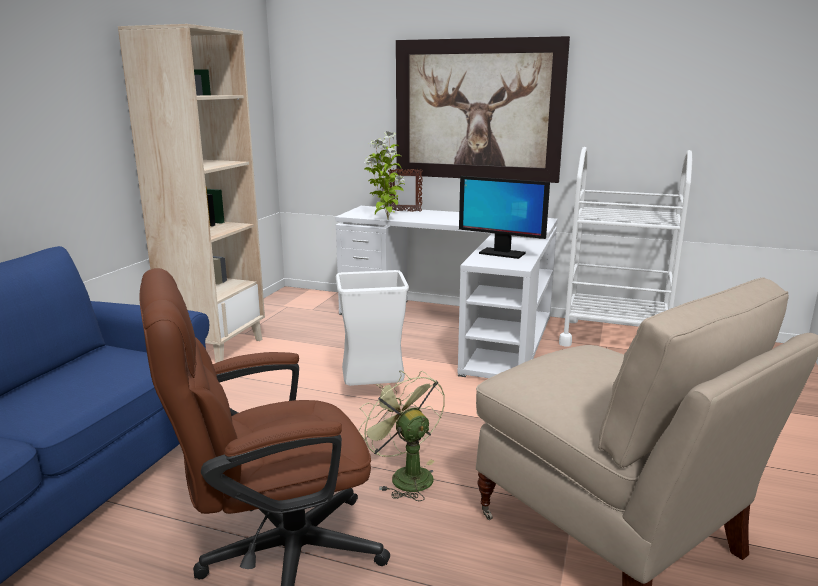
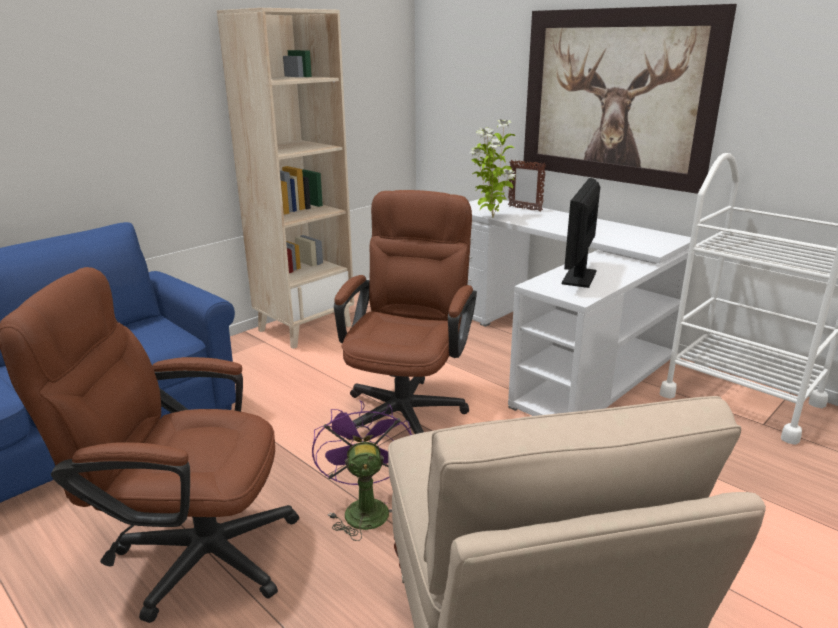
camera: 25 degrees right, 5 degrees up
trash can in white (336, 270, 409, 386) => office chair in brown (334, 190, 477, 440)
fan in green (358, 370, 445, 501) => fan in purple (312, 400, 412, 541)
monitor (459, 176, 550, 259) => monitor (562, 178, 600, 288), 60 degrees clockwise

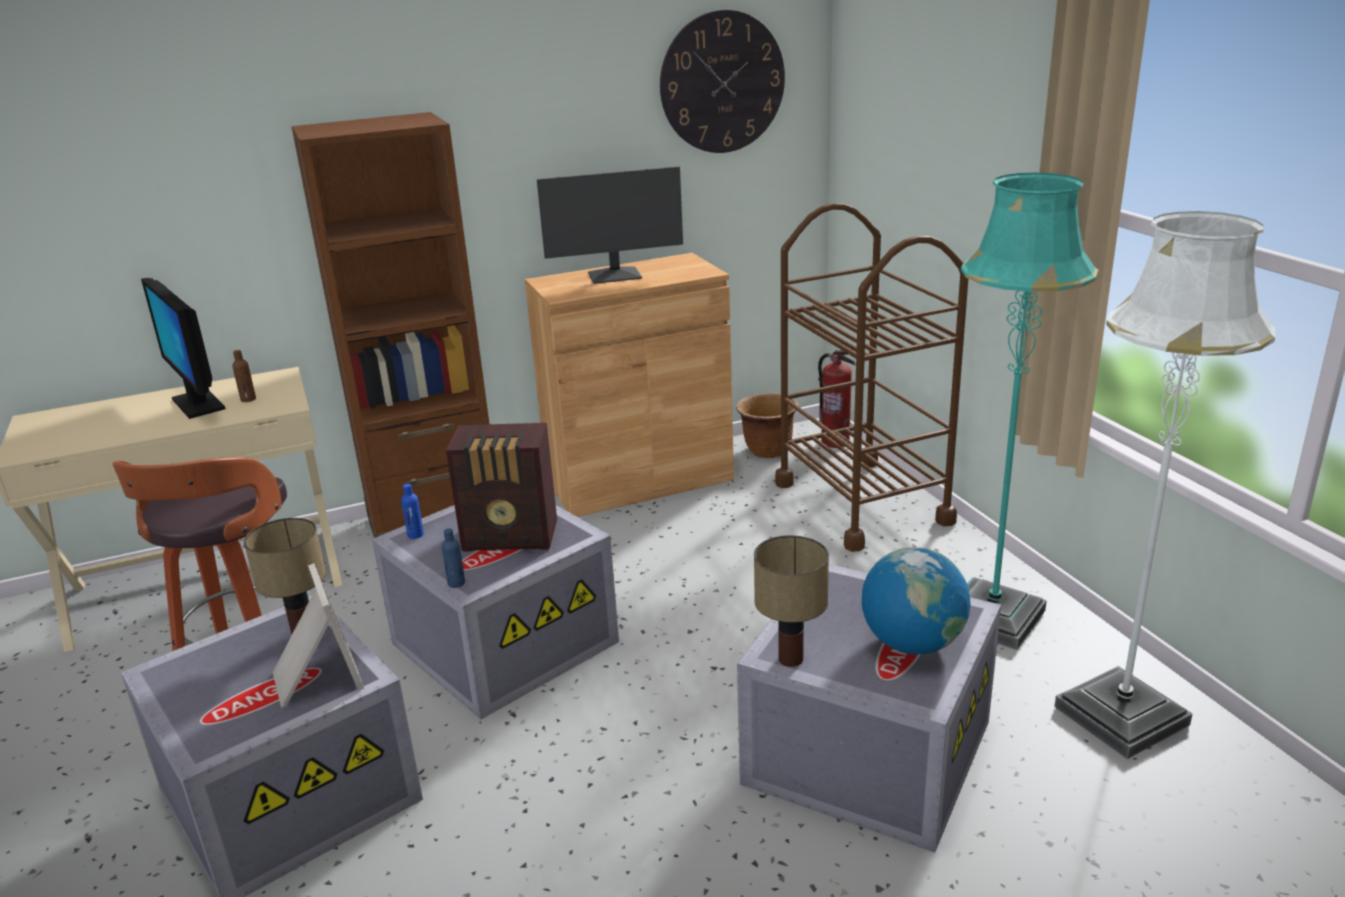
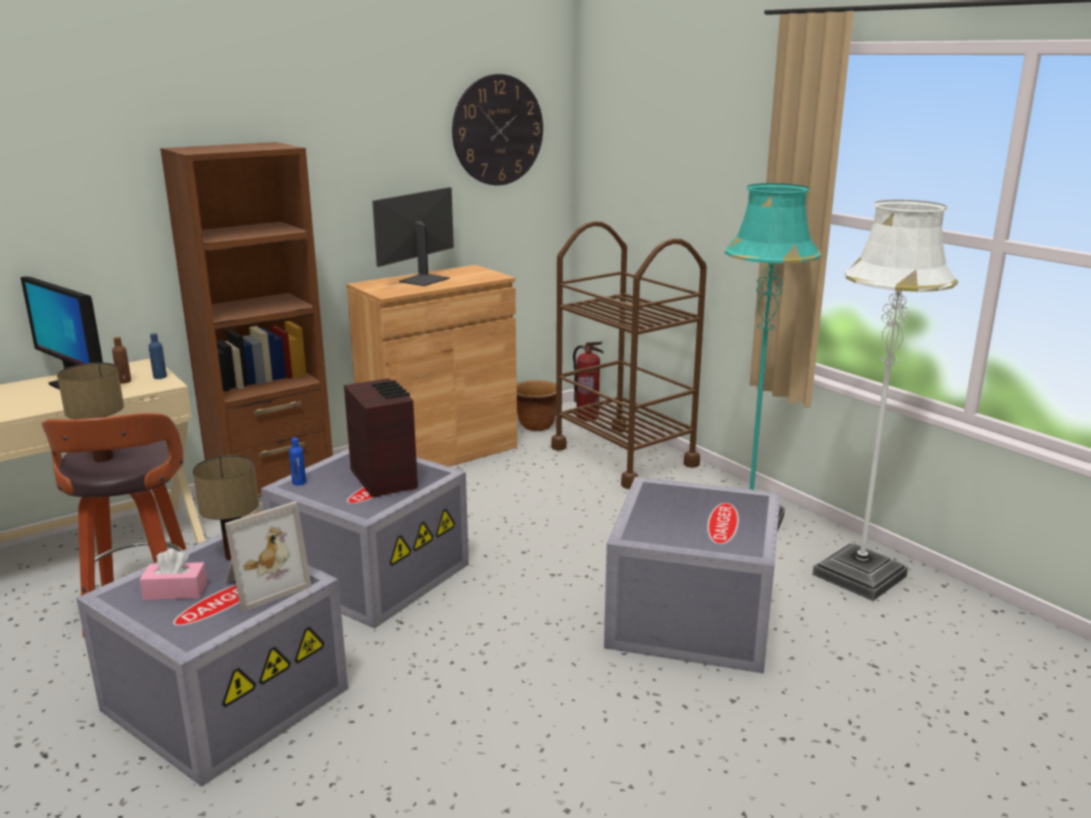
camera: 15 degrees left, 5 degrees down
picture frame (273, 563, 364, 708) => picture frame (225, 501, 312, 612), 90 degrees clockwise
bottle in blue (442, 529, 465, 588) => bottle in blue (149, 333, 167, 379), moved
radio (446, 423, 557, 552) => radio (344, 378, 418, 498), 105 degrees counterclockwise
monitor (537, 166, 683, 284) => monitor (372, 187, 454, 286), 150 degrees clockwise
table lamp (754, 535, 829, 667) => table lamp (57, 363, 124, 462), moved
globe (862, 547, 971, 655) => nothing
nothing => tissue box in pink (139, 549, 207, 600)

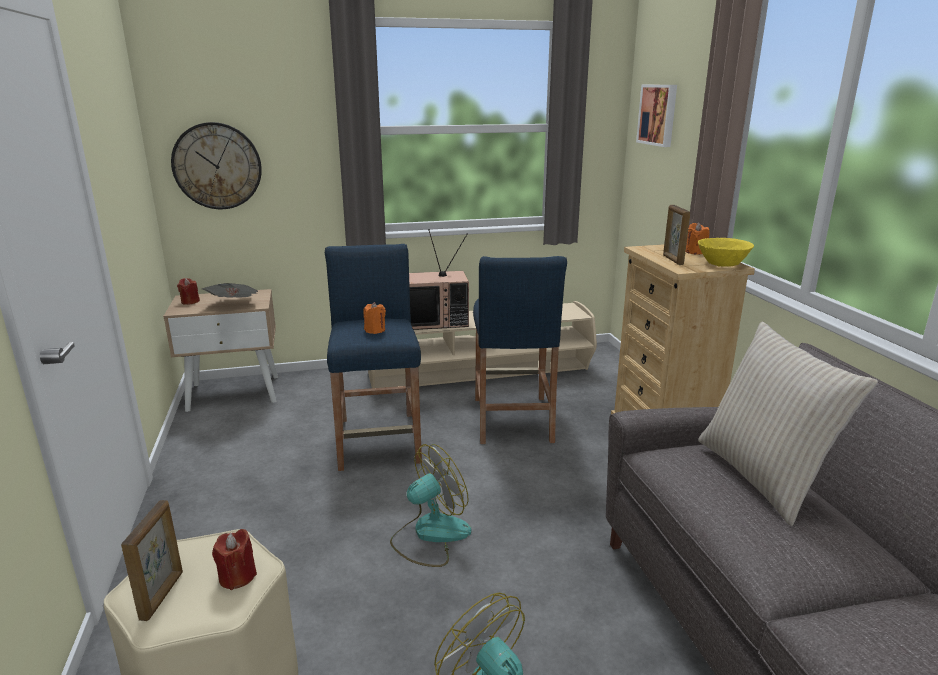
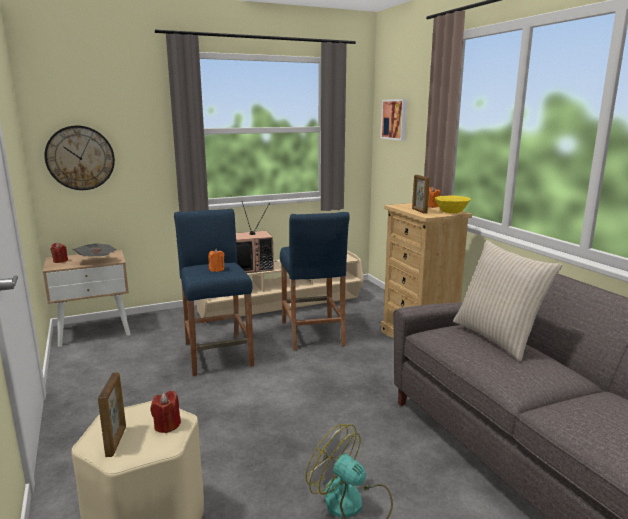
camera: 10 degrees left, 5 degrees down
fan (390, 444, 472, 567) => nothing

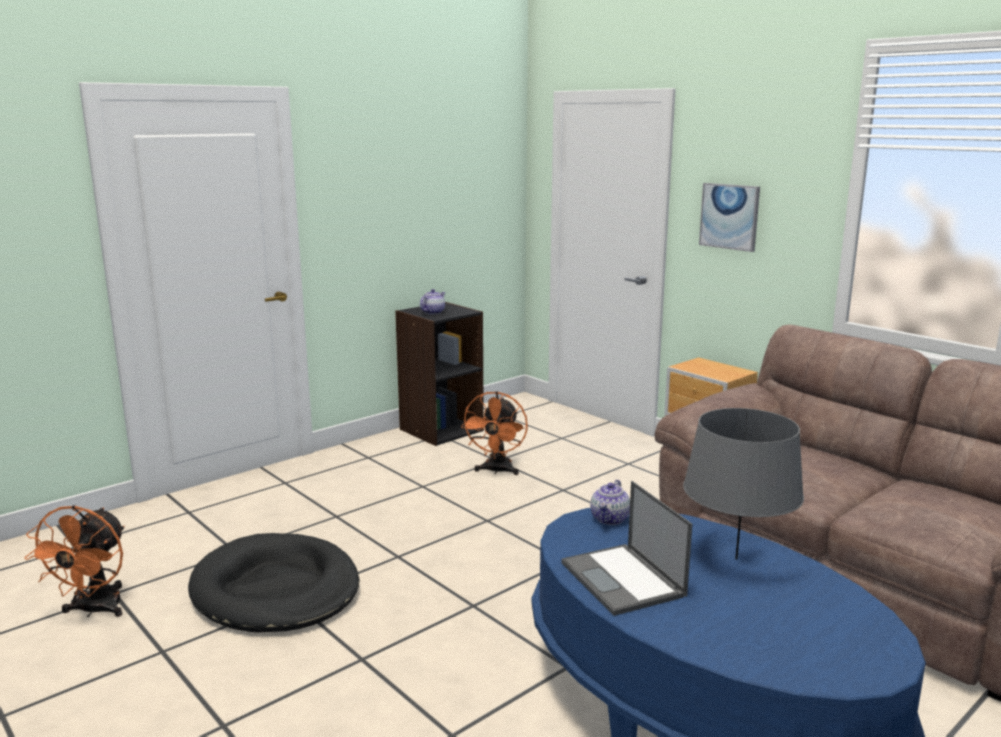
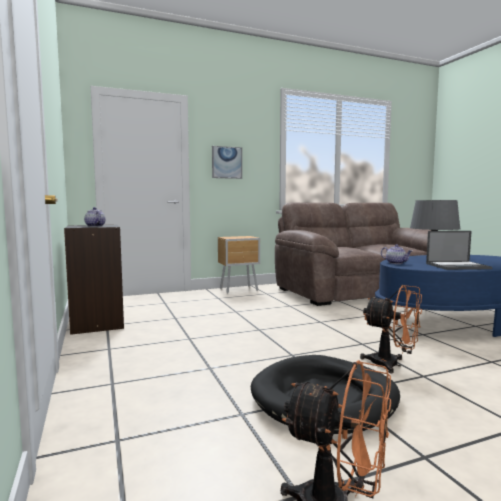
camera: 70 degrees left, 10 degrees down
fan in orange (461, 391, 528, 475) => fan in orange (360, 285, 422, 373), moved

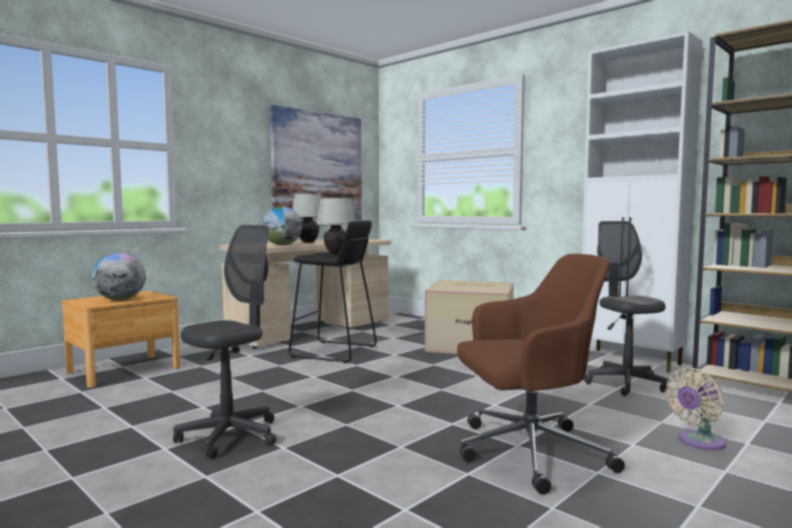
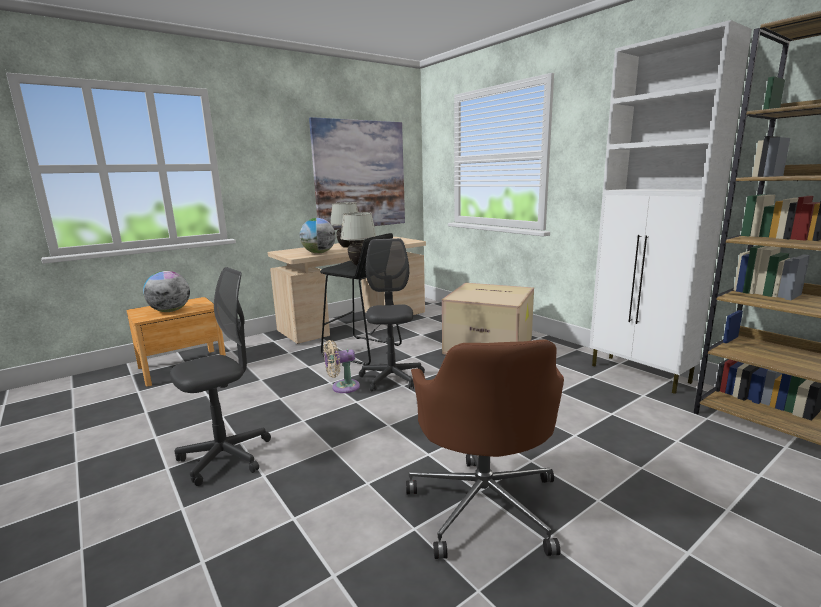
camera: 10 degrees right, 10 degrees up
office chair in brown (457, 254, 625, 495) => office chair in brown (406, 339, 564, 559), 90 degrees clockwise
office chair in grey (584, 221, 669, 396) => office chair in grey (359, 238, 425, 392), moved
fan in beige (666, 368, 726, 450) => fan in beige (324, 340, 360, 393), moved

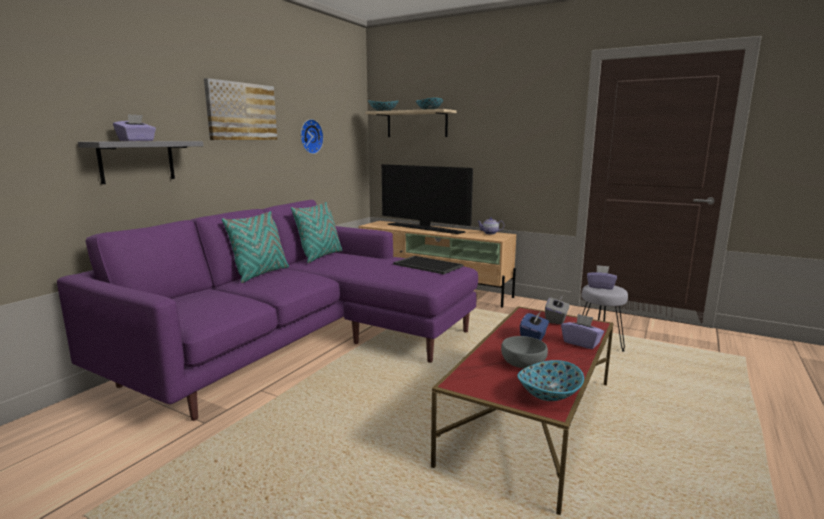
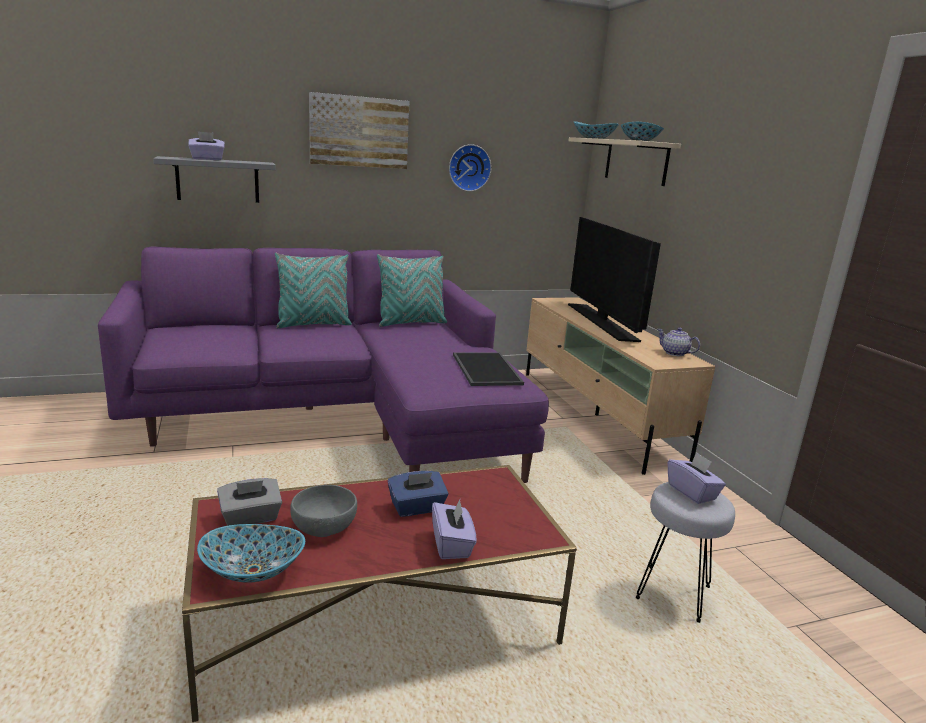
camera: 40 degrees right, 5 degrees up
tissue box in grey (545, 295, 570, 325) => tissue box in grey (217, 478, 282, 526), moved

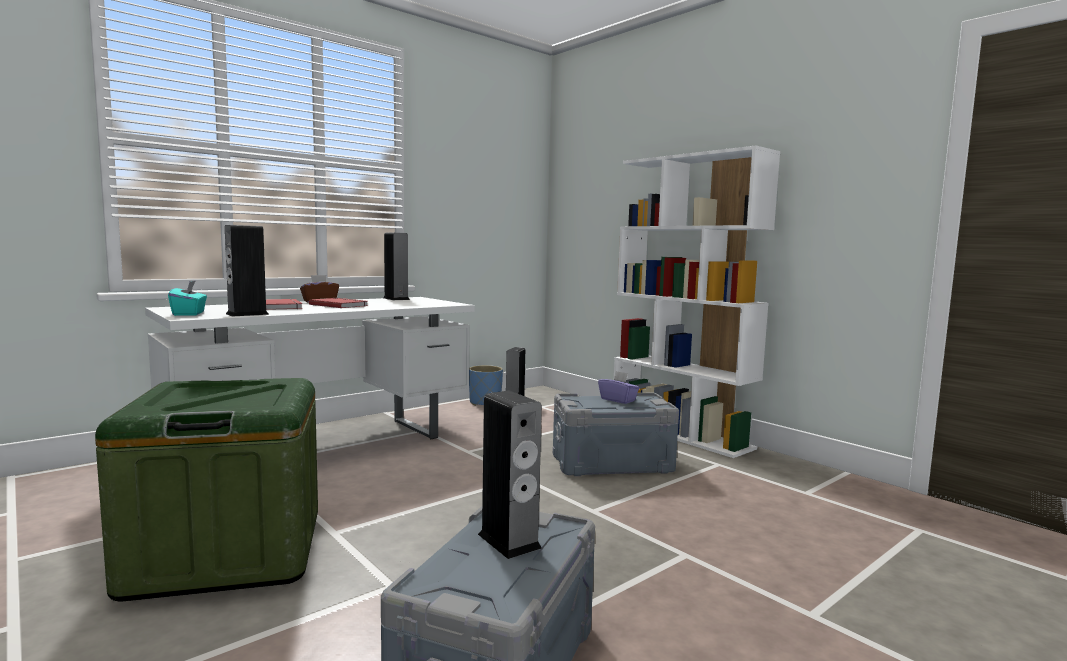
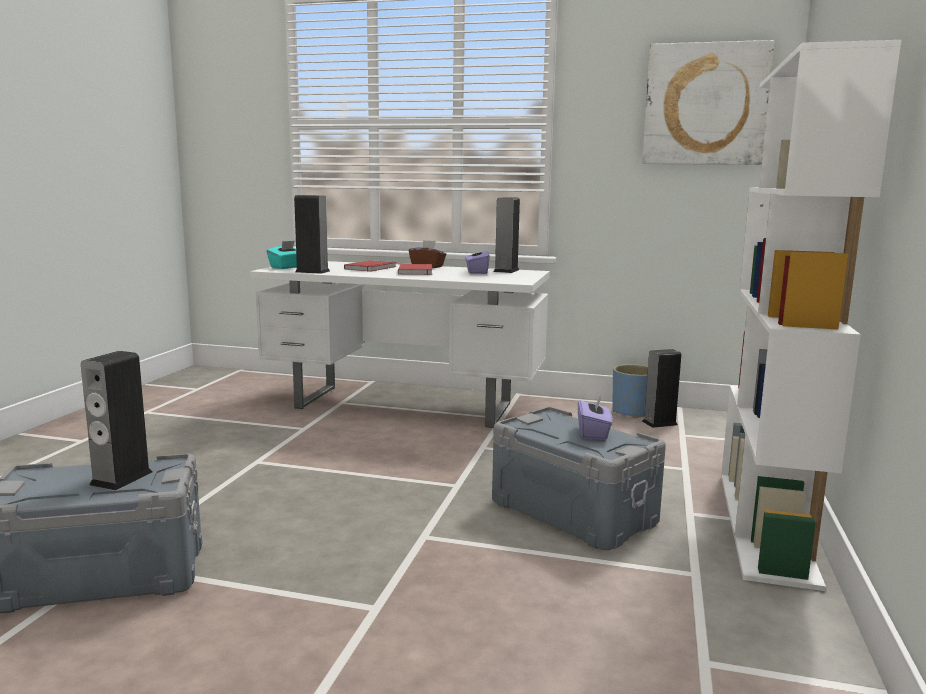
camera: 55 degrees right, 5 degrees up
storage box in green (95, 378, 318, 602) => nothing
nothing => tissue box in purple (465, 246, 490, 274)
nothing => picture (642, 40, 774, 165)

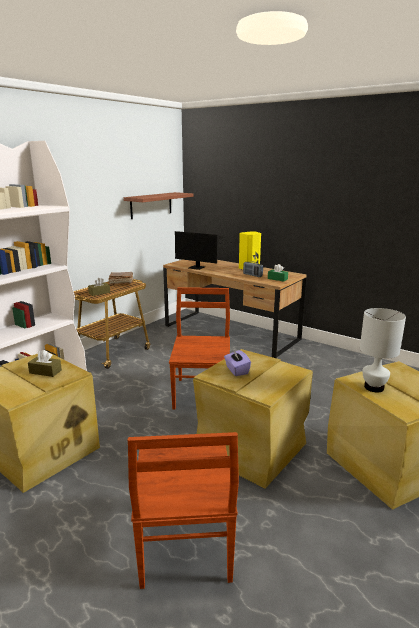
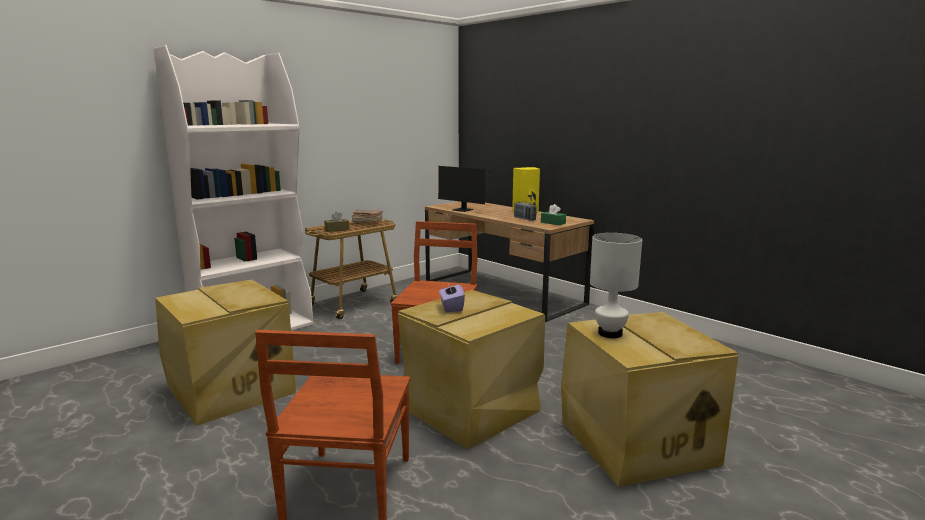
camera: 10 degrees right, 5 degrees down
tissue box in brown (28, 350, 62, 377) => nothing
shelf (124, 192, 193, 219) => nothing

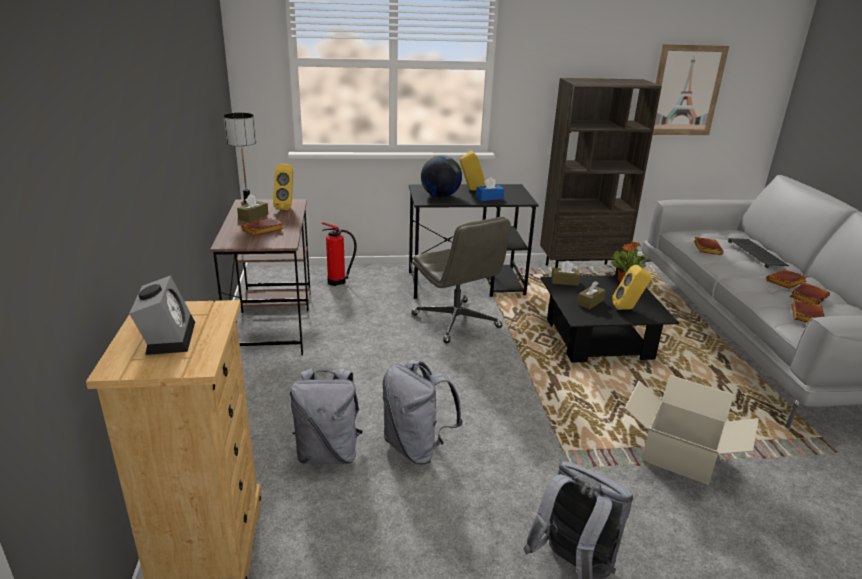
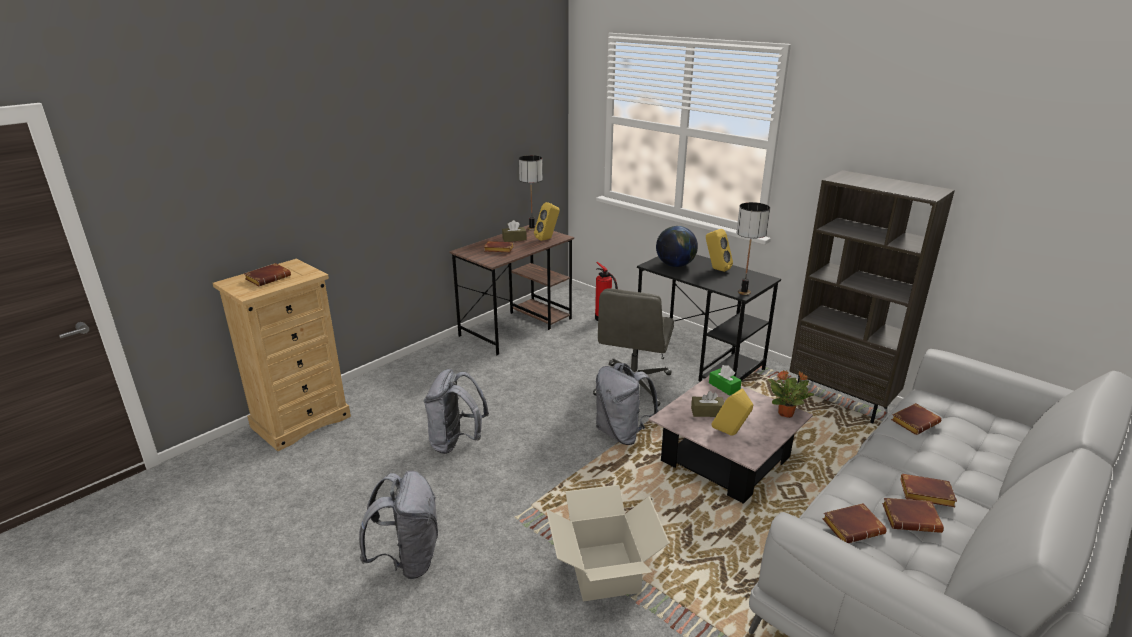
camera: 50 degrees right, 0 degrees up
alarm clock (129, 275, 195, 355) => book in brown (244, 263, 291, 286)
backpack in grey (290, 368, 363, 464) => backpack in grey (596, 363, 659, 445), moved
tissue box in blue (476, 177, 504, 201) => nothing
coffee table in black (540, 275, 679, 363) => coffee table in pink (648, 375, 813, 504)
tissue box in brown (551, 261, 580, 286) => tissue box in green (709, 365, 742, 396)
picture (653, 44, 729, 135) => nothing
keyboard (728, 238, 789, 268) => nothing
nothing => table lamp (736, 202, 770, 295)

